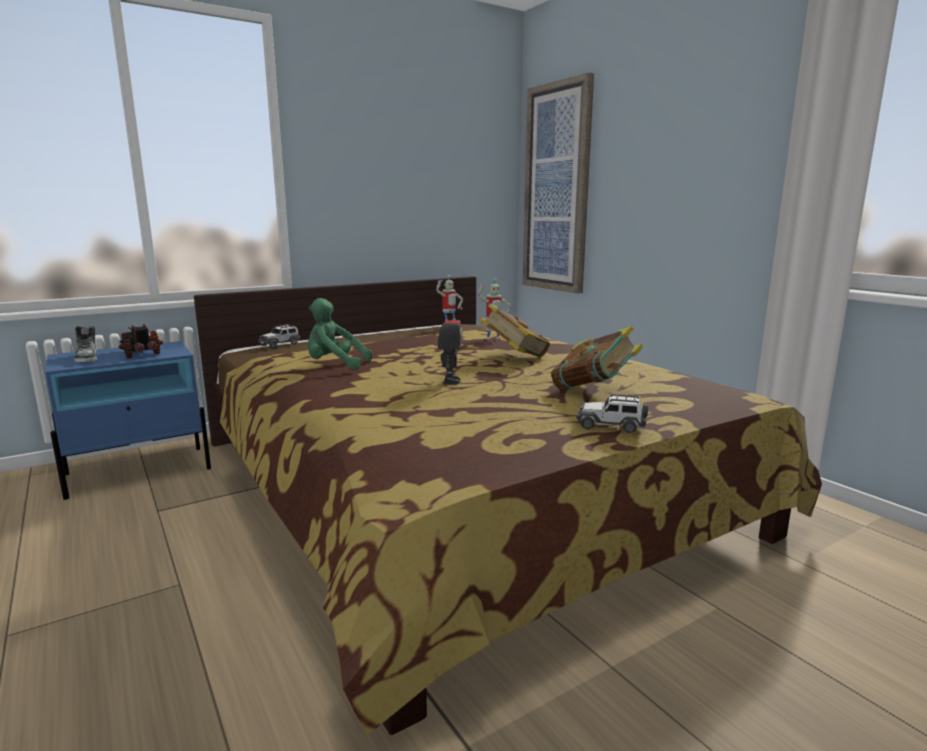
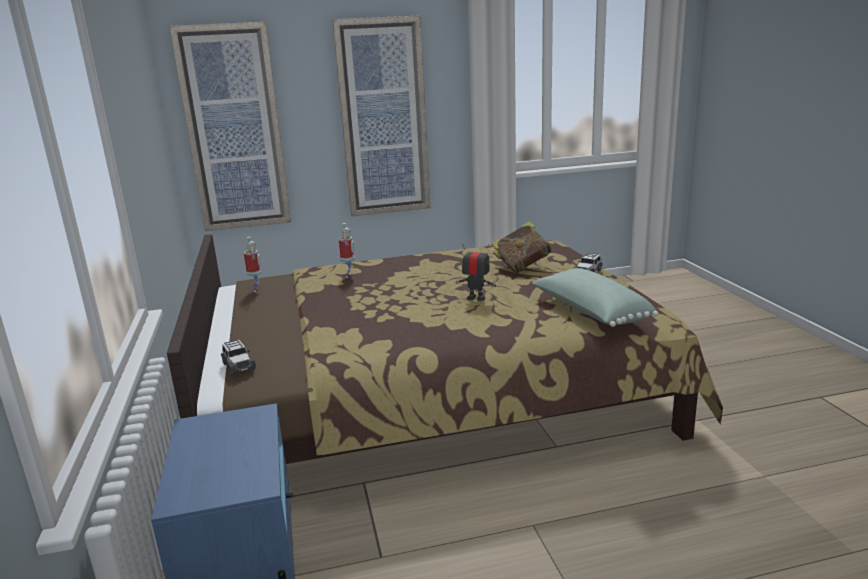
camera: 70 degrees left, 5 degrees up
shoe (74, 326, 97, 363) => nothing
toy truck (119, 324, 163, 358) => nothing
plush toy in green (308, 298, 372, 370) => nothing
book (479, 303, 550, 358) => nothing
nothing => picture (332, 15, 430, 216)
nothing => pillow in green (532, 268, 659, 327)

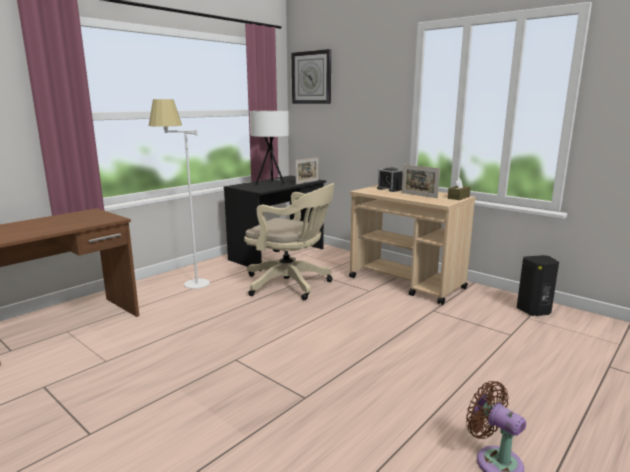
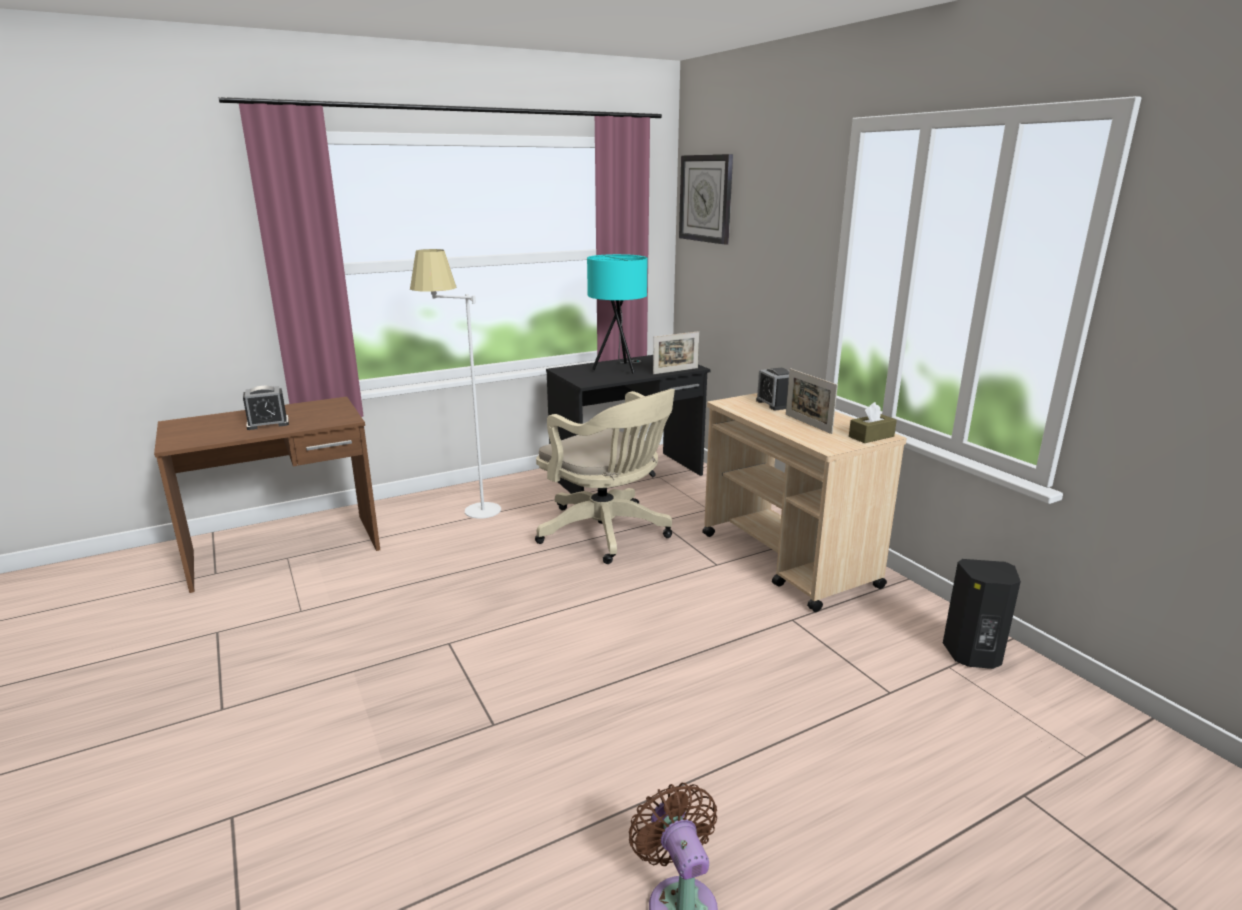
camera: 20 degrees right, 5 degrees up
table lamp in white (250, 111, 289, 185) => table lamp in turquoise (587, 254, 648, 374)
nothing => alarm clock (243, 386, 289, 430)

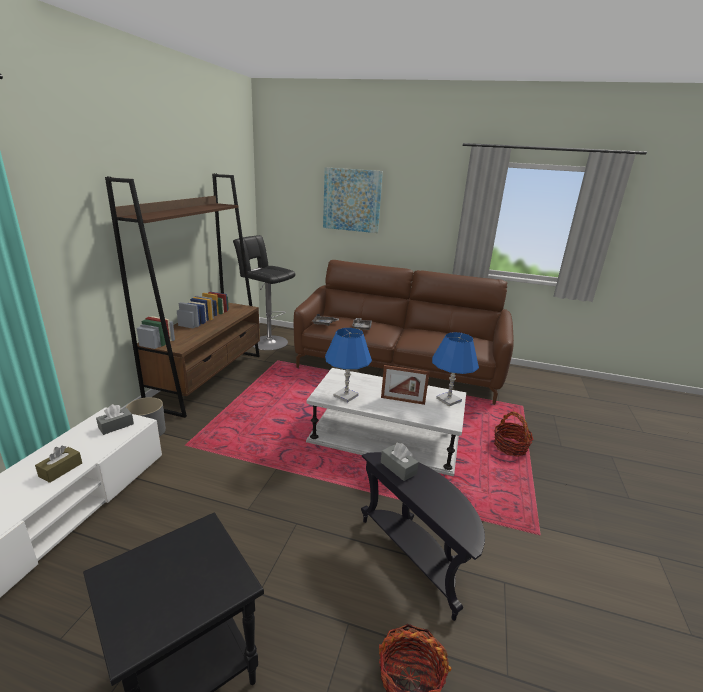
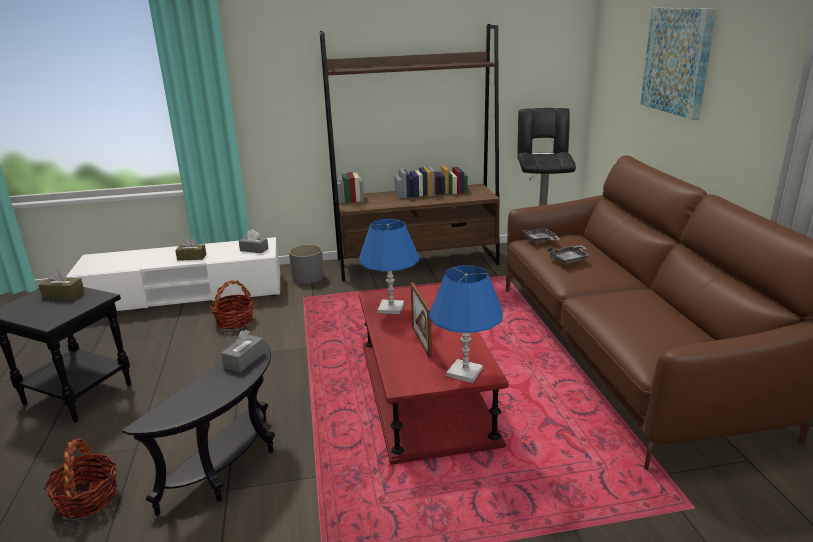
camera: 65 degrees right, 0 degrees up
coffee table in white (306, 368, 466, 476) => coffee table in red (359, 285, 508, 465)
basket (494, 411, 534, 457) => basket (210, 280, 254, 329), moved
nothing => tissue box in brown (39, 269, 84, 299)

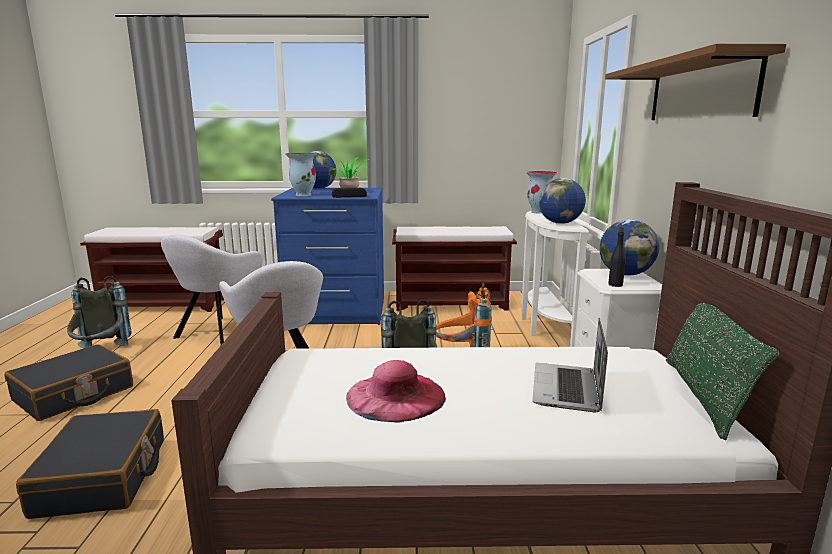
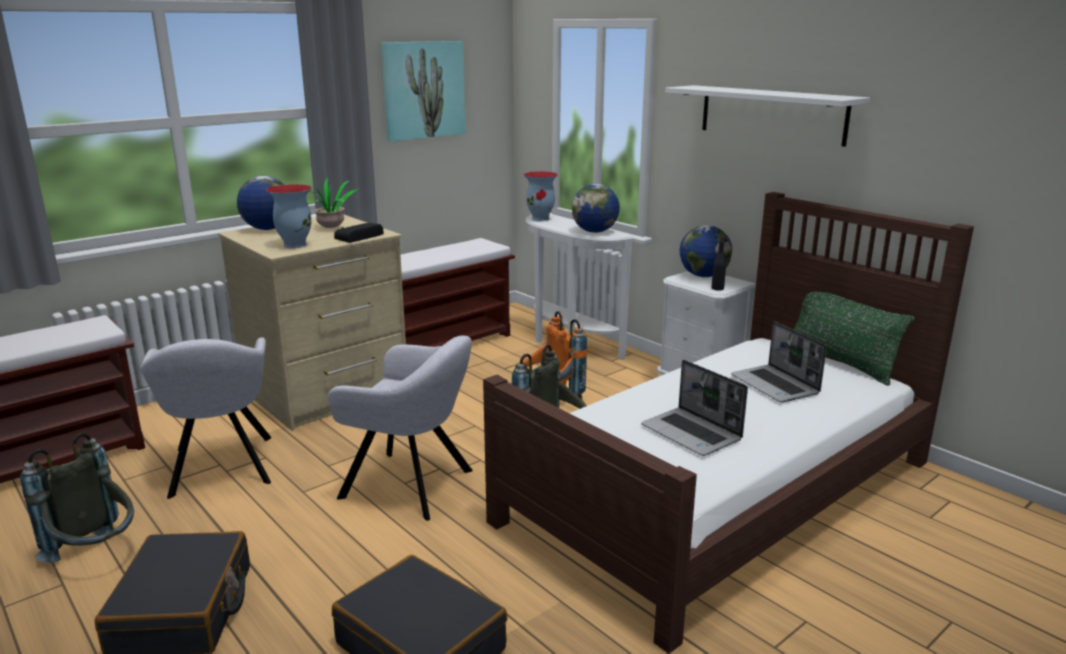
camera: 40 degrees left, 5 degrees up
dresser in blue (271, 188, 384, 325) => dresser in beige (218, 215, 406, 431)
hat in pink (346, 360, 446, 423) => laptop (641, 360, 748, 456)
shelf in brown (605, 44, 786, 120) => shelf in white (665, 85, 870, 147)
nothing => picture (381, 41, 466, 141)

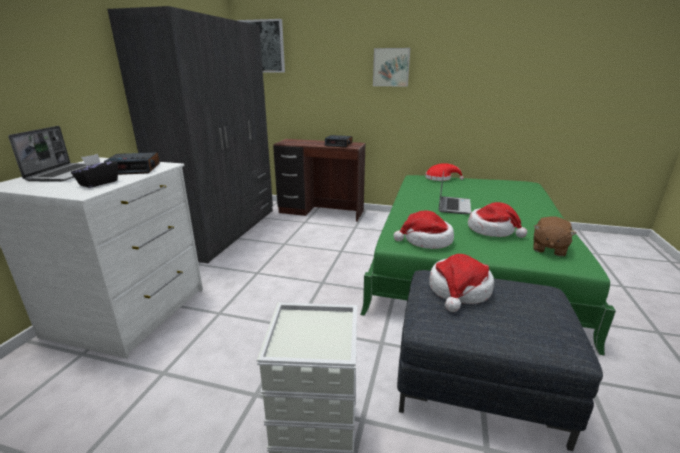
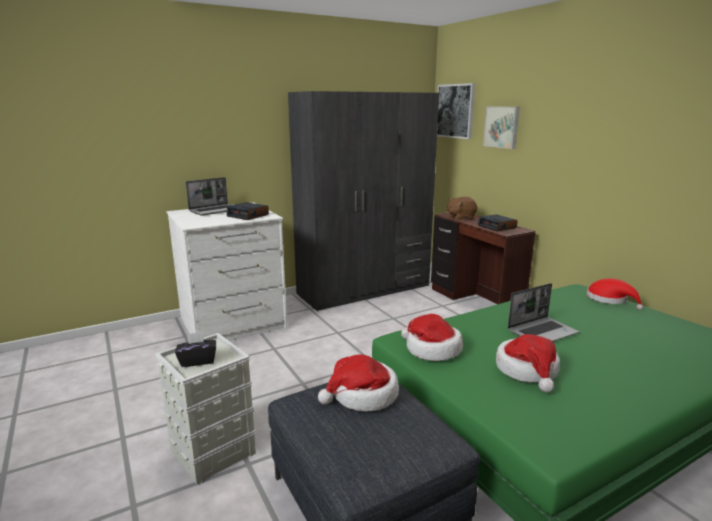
camera: 45 degrees right, 5 degrees down
tissue box in black (71, 154, 118, 188) => tissue box in black (175, 332, 216, 367), moved
picture (373, 48, 410, 87) => picture (483, 107, 520, 149), moved
plush toy in brown (533, 217, 577, 256) => plush toy in brown (446, 197, 477, 220), moved

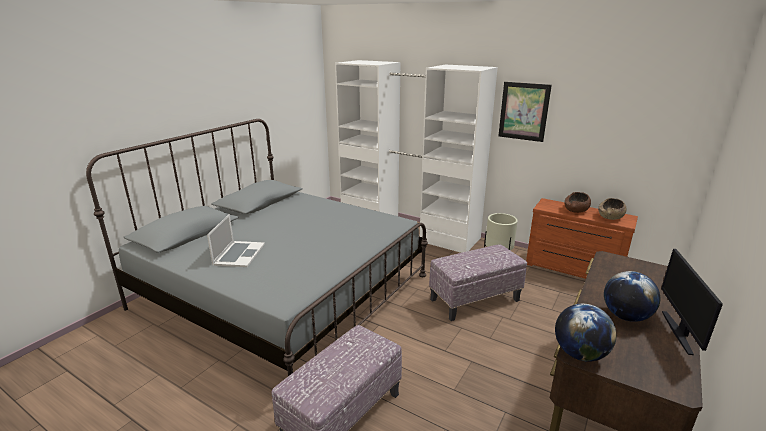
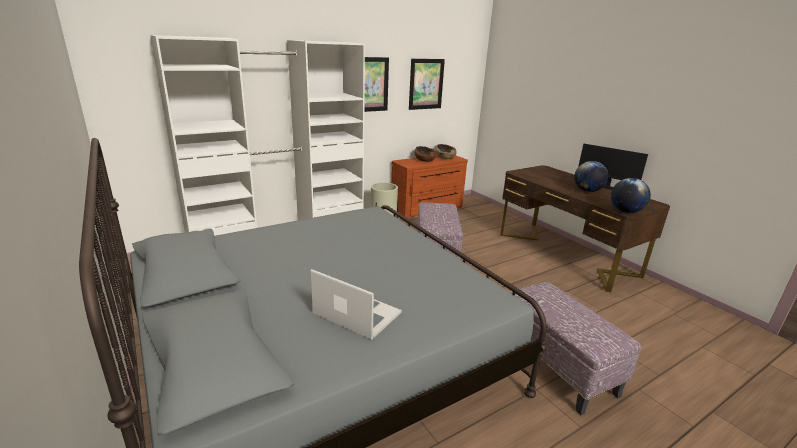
camera: 65 degrees left, 0 degrees up
nothing => picture (409, 59, 445, 110)

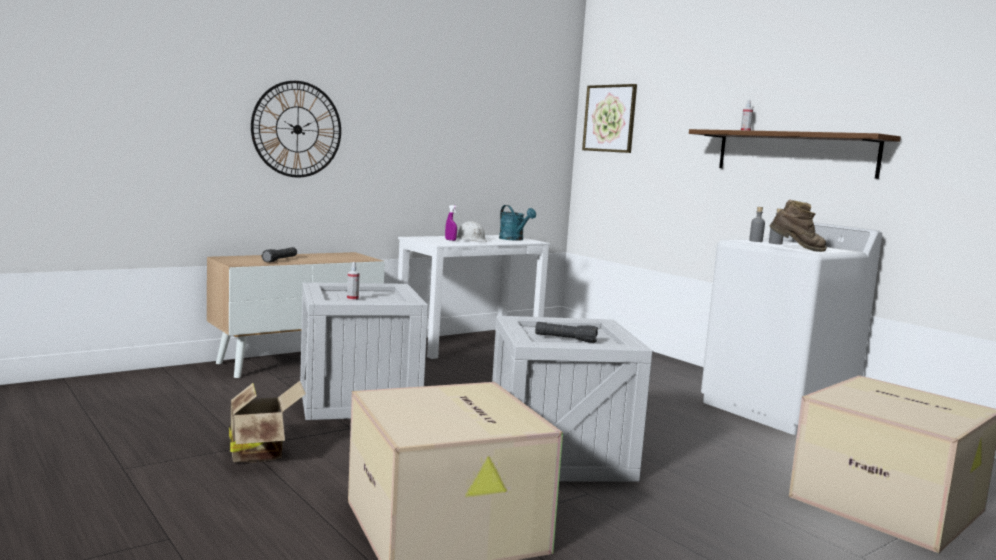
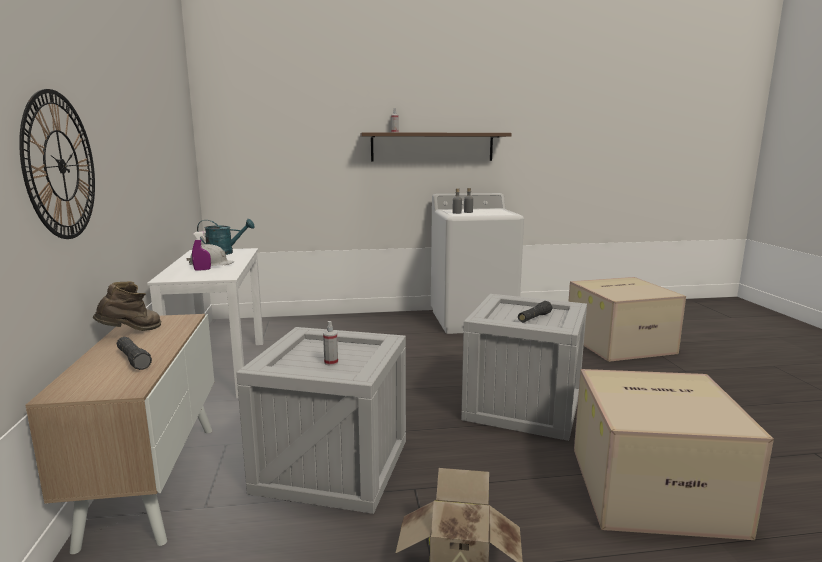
camera: 60 degrees left, 5 degrees up
picture (582, 84, 637, 153) => nothing
boot in brown (770, 200, 827, 252) => boot in brown (93, 281, 161, 331), moved

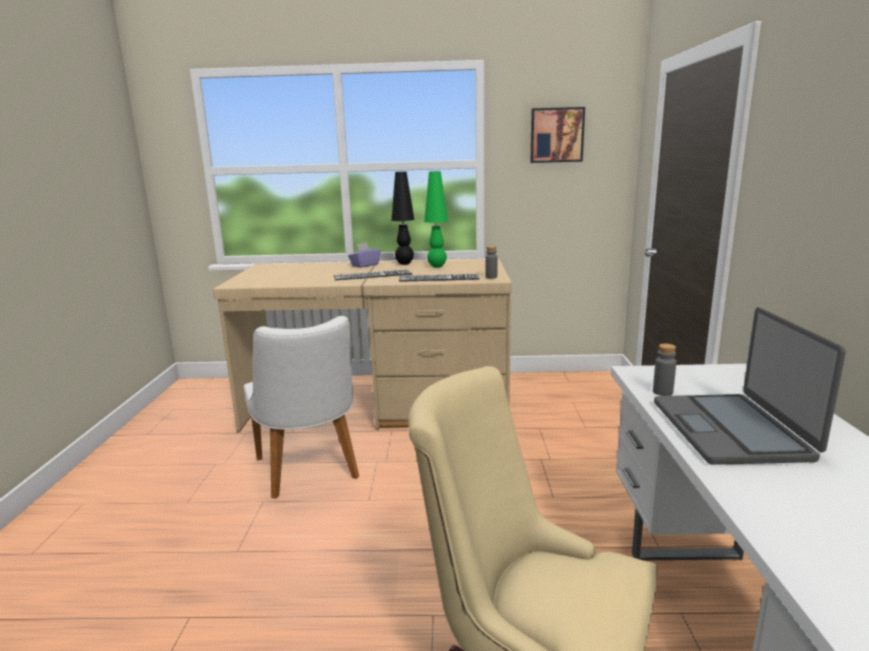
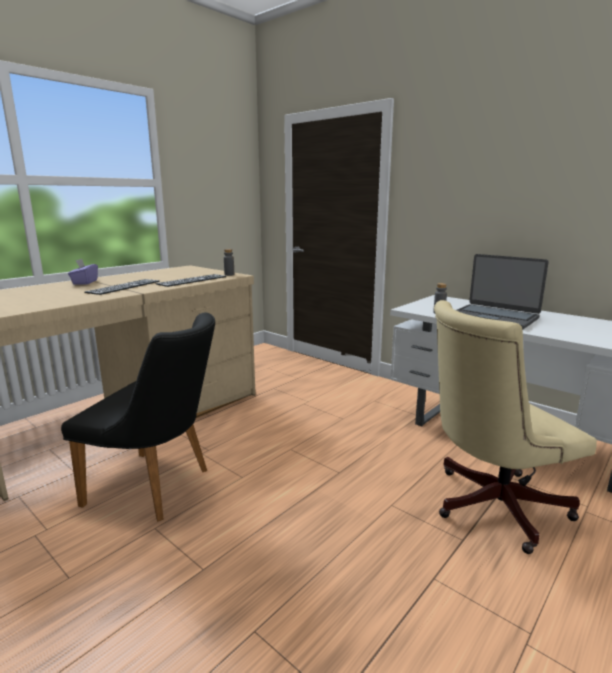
camera: 50 degrees left, 0 degrees up
chair in white (244, 316, 359, 499) => chair in black (61, 312, 215, 522)
table lamp in black (391, 172, 415, 265) => nothing
table lamp in green (424, 171, 448, 268) => nothing
picture (530, 107, 585, 163) => nothing

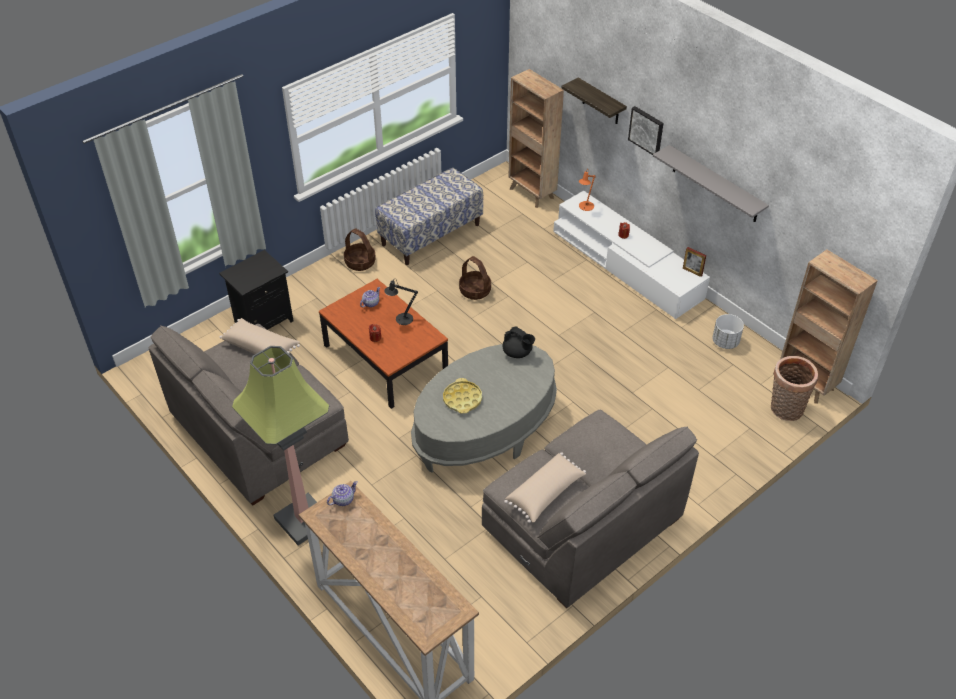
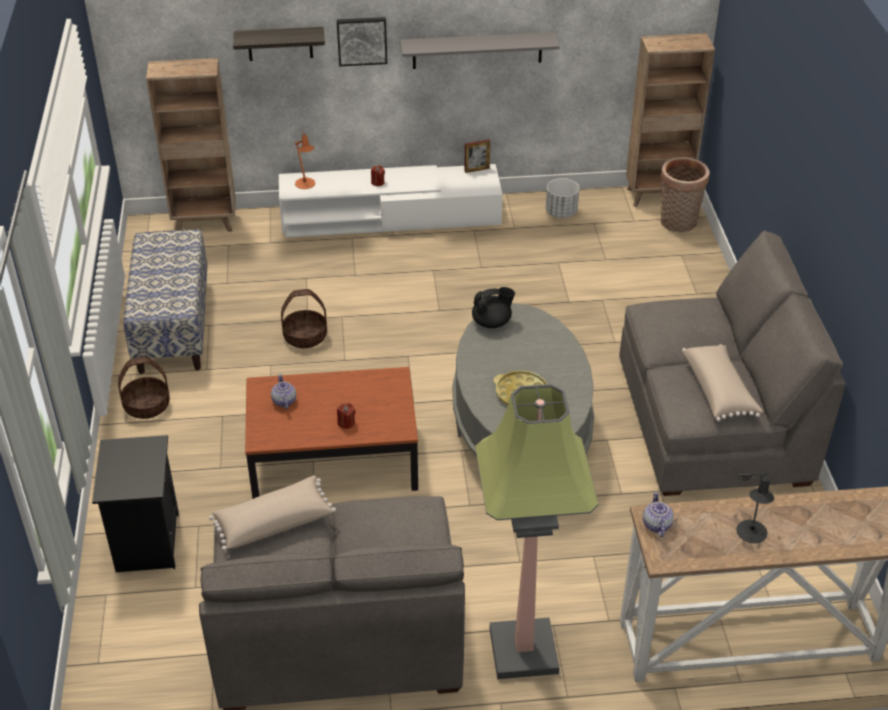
camera: 55 degrees left, 5 degrees down
table lamp in black (384, 280, 418, 325) => table lamp in black (736, 471, 774, 543), moved

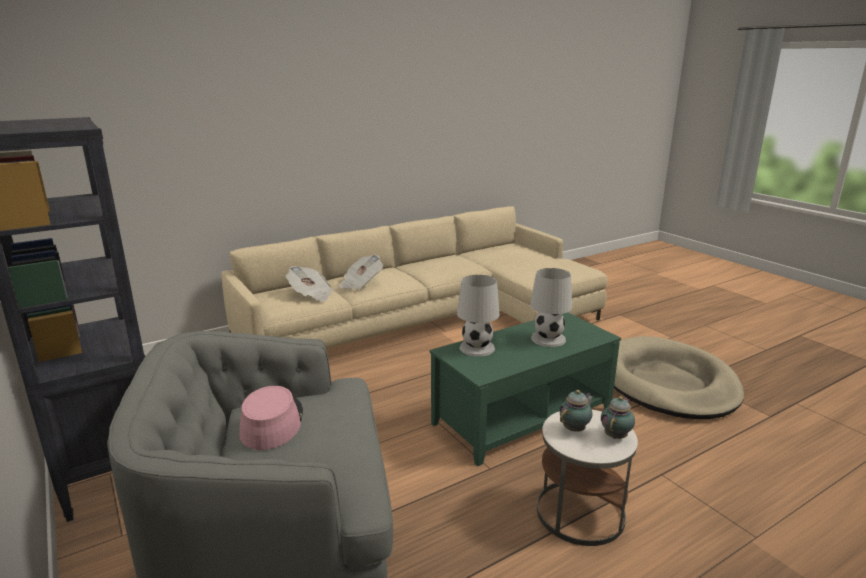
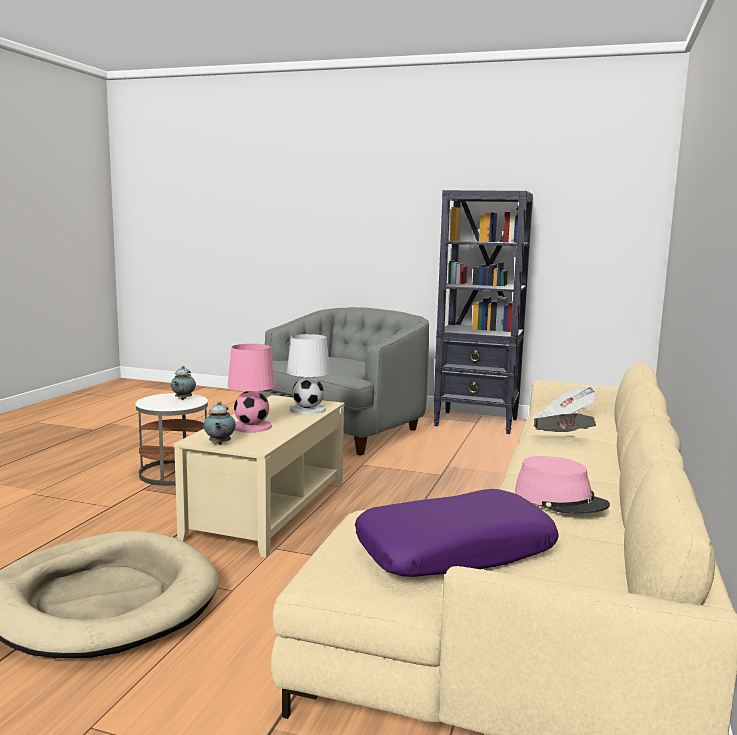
camera: 140 degrees right, 10 degrees down
hat in pink (239, 386, 303, 450) => hat in pink (515, 456, 610, 514), moved
coffee table in green (430, 312, 621, 466) => coffee table in beige (173, 395, 345, 558)
table lamp in white (530, 268, 572, 347) => table lamp in pink (228, 344, 275, 433)
teapot (601, 396, 635, 439) => teapot (204, 401, 236, 445), moved
nothing => pillow in purple (355, 489, 558, 577)

